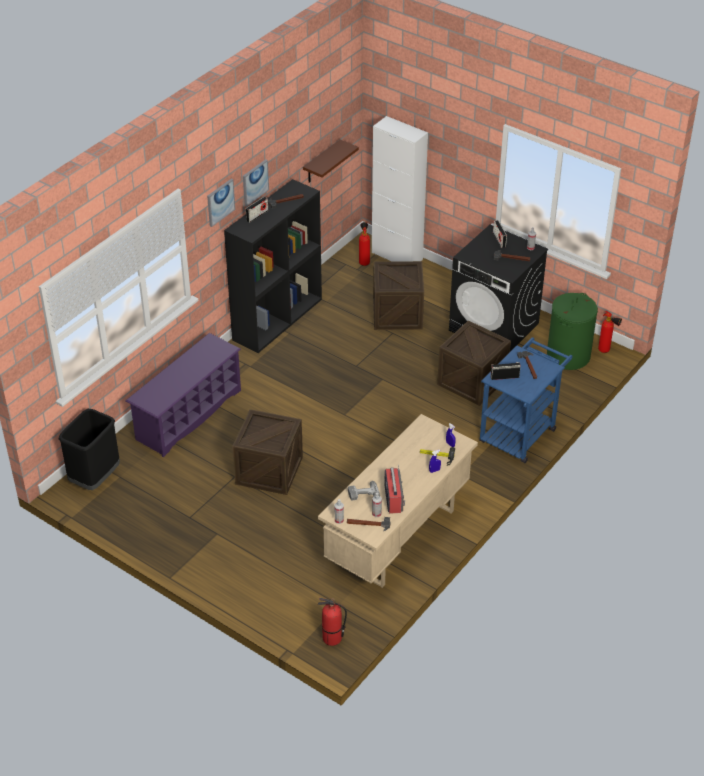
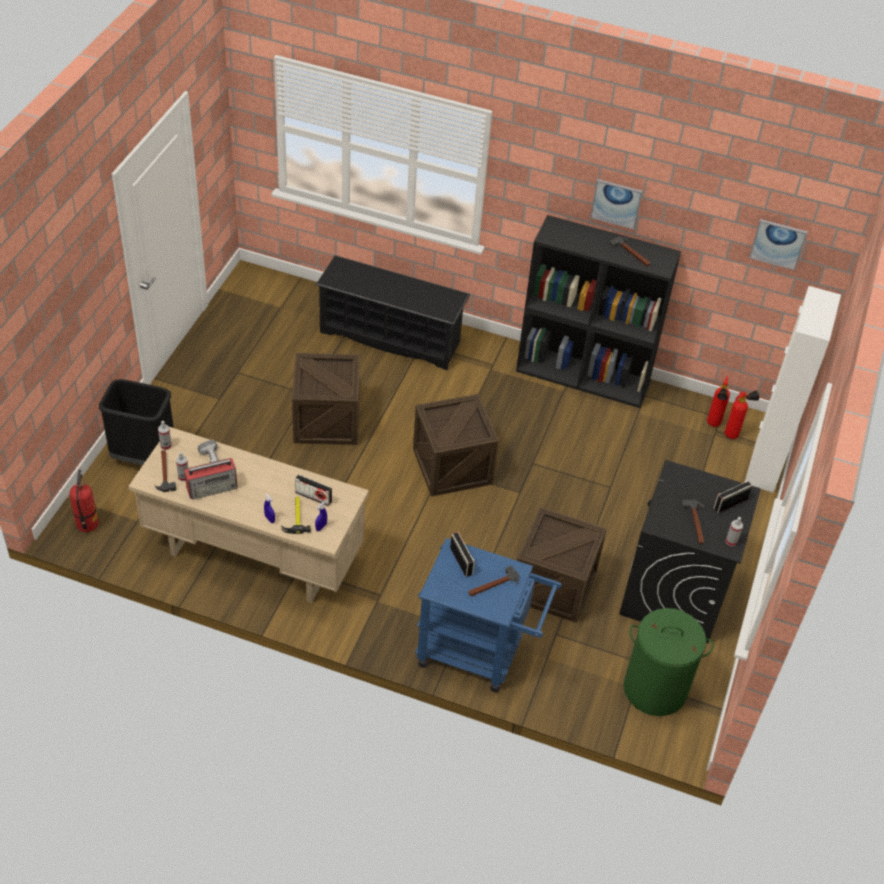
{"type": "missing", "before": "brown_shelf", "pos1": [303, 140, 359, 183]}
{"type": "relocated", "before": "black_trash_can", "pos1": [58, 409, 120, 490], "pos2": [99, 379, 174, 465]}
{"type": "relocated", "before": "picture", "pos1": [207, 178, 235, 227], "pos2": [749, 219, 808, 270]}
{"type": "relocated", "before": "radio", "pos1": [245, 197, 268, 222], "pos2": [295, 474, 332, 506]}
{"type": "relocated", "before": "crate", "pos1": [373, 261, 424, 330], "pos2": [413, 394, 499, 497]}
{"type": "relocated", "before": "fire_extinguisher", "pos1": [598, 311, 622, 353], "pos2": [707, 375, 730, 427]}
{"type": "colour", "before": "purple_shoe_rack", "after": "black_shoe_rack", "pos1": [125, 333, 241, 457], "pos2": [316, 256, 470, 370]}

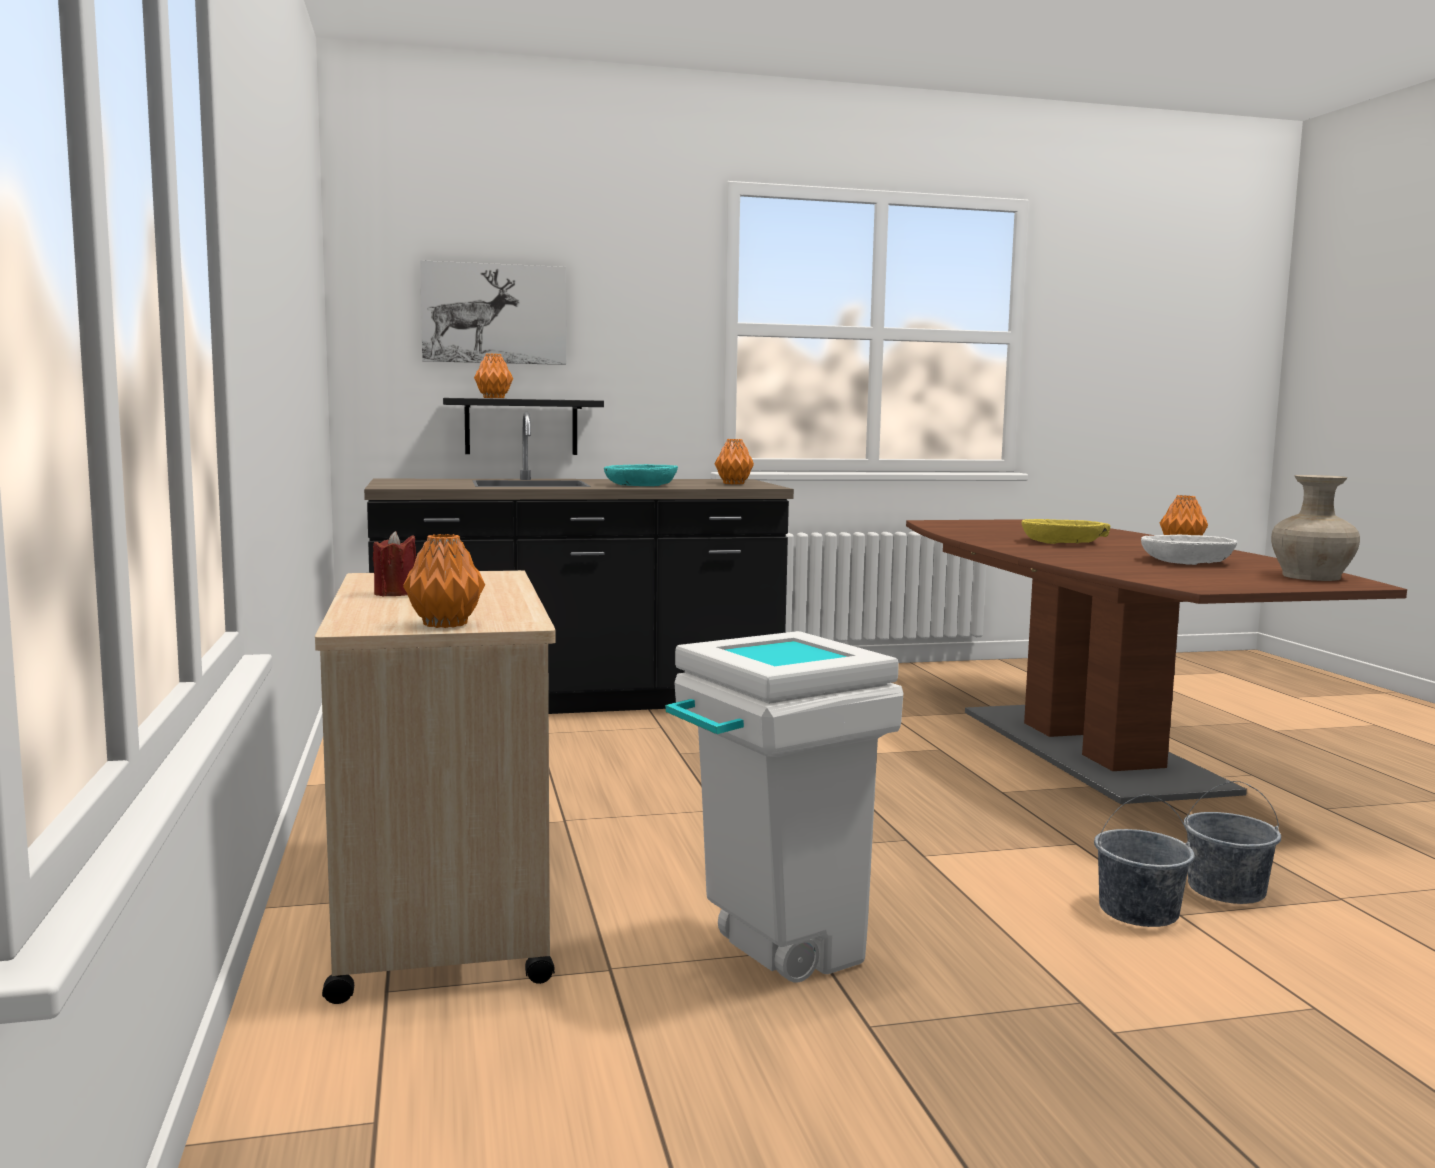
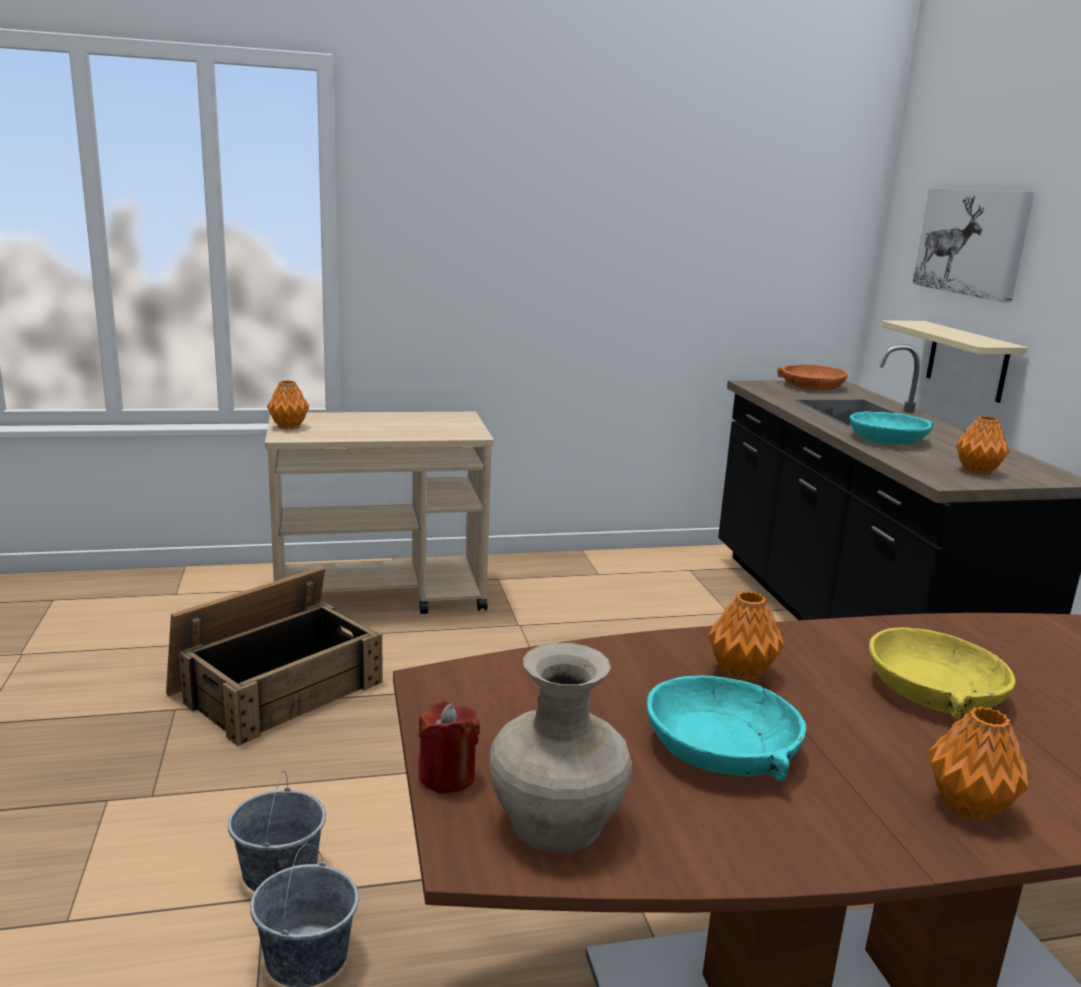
{"type": "appeared", "after": "orange_bowl", "pos2": [777, 364, 848, 390]}
{"type": "relocated", "before": "red_candle", "pos1": [373, 531, 416, 596], "pos2": [418, 701, 480, 794]}
{"type": "relocated", "before": "orange_vase", "pos1": [474, 353, 513, 398], "pos2": [708, 591, 784, 682]}
{"type": "exchanged", "before": "white_trash_can", "after": "crate", "pos1": [665, 631, 903, 983], "pos2": [166, 566, 383, 746]}
{"type": "colour", "before": "black_shelf", "after": "beige_shelf", "pos1": [443, 398, 604, 455], "pos2": [881, 320, 1028, 403]}
{"type": "colour", "before": "white_bowl", "after": "turquoise_bowl", "pos1": [1141, 535, 1237, 565], "pos2": [647, 675, 806, 781]}

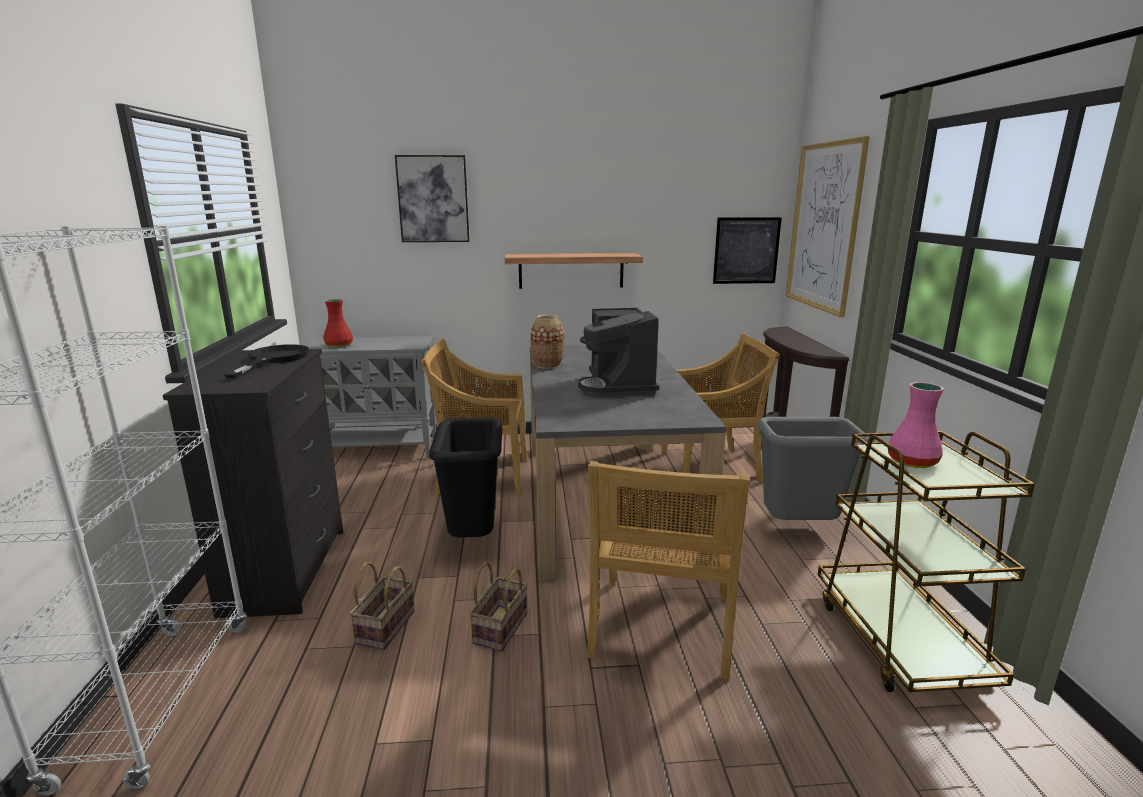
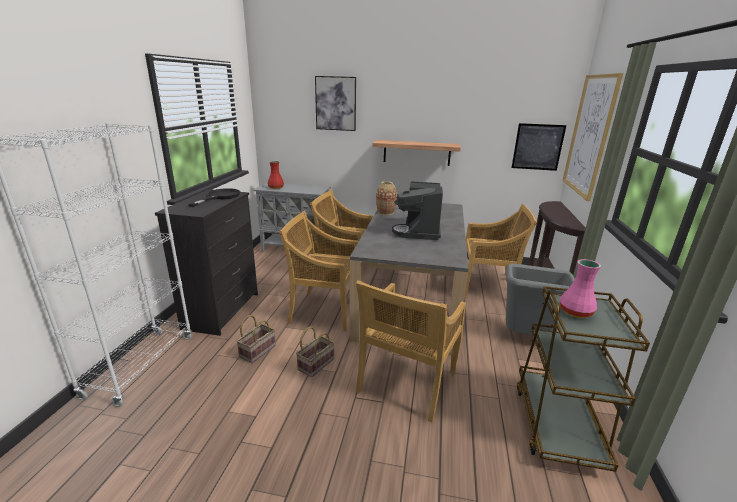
{"type": "exchanged", "before": "black_trash_can", "after": "beige_chair", "pos1": [429, 418, 502, 538], "pos2": [279, 210, 358, 331]}

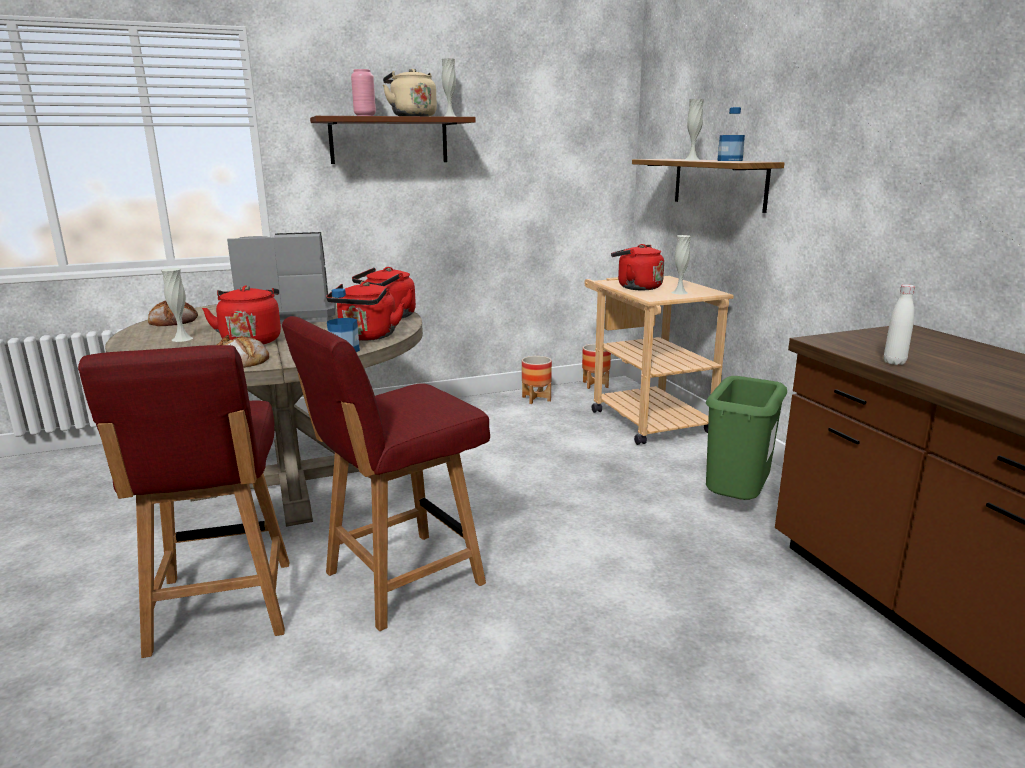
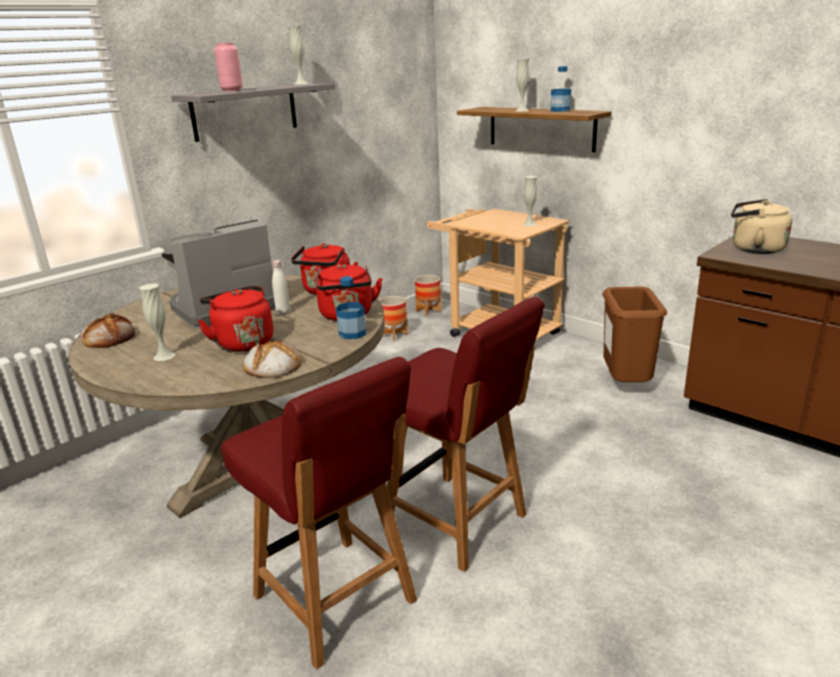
{"type": "missing", "before": "red_kettle", "pos1": [611, 244, 664, 290]}
{"type": "relocated", "before": "beige_kettle", "pos1": [383, 69, 437, 116], "pos2": [731, 199, 792, 254]}
{"type": "relocated", "before": "white_bottle", "pos1": [884, 284, 915, 365], "pos2": [272, 260, 290, 315]}
{"type": "colour", "before": "brown_shelf", "after": "grey_shelf", "pos1": [310, 116, 476, 164], "pos2": [171, 83, 335, 142]}
{"type": "colour", "before": "green_trash_can", "after": "brown_trash_can", "pos1": [706, 376, 787, 500], "pos2": [602, 287, 667, 382]}
{"type": "spun", "before": "red_chair", "pos1": [282, 316, 490, 631], "pos2": [387, 297, 545, 572], "turn": -75}

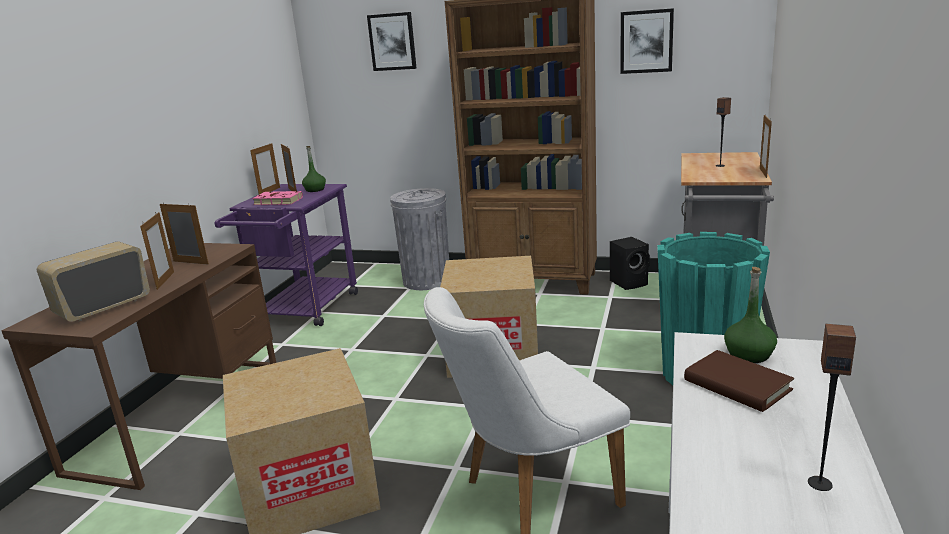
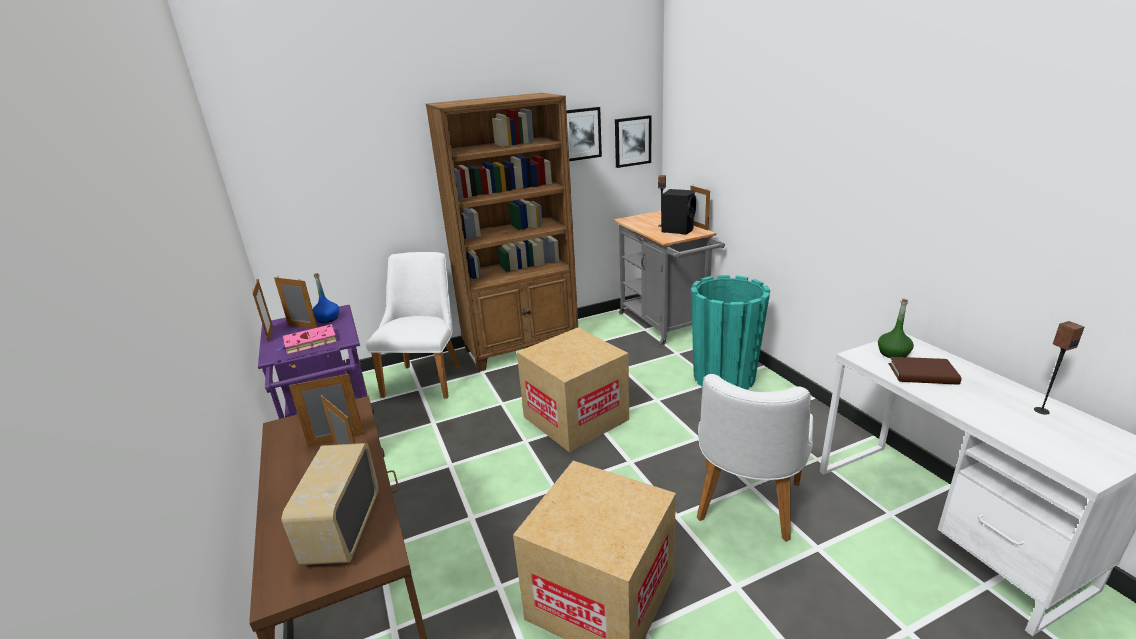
{"type": "relocated", "before": "picture", "pos1": [367, 12, 417, 71], "pos2": [615, 115, 652, 168]}
{"type": "relocated", "before": "black_speaker", "pos1": [610, 237, 650, 290], "pos2": [661, 189, 696, 235]}
{"type": "exchanged", "before": "grey_trash_can", "after": "white_chair", "pos1": [390, 188, 449, 290], "pos2": [366, 252, 461, 398]}
{"type": "colour", "before": "green_bottle", "after": "blue_bottle", "pos1": [302, 146, 326, 192], "pos2": [313, 273, 339, 323]}

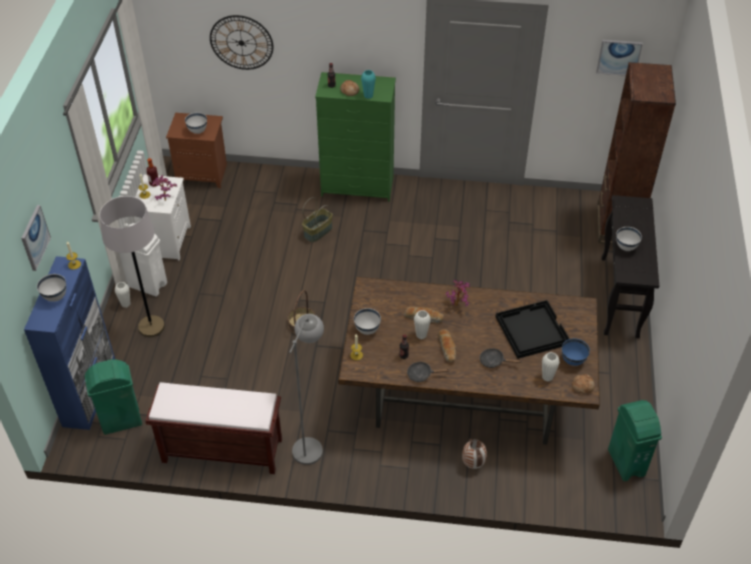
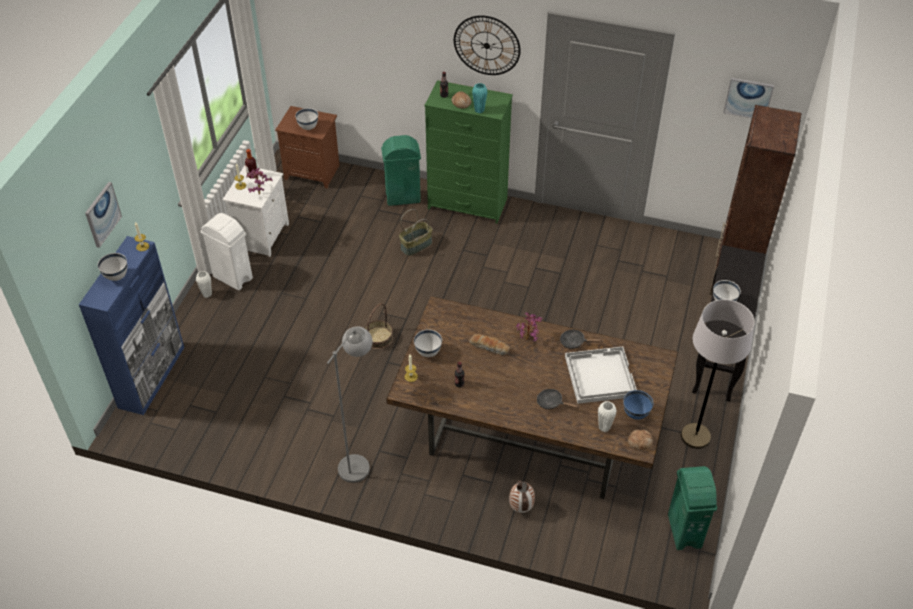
{"type": "missing", "before": "brown_bench", "pos1": [145, 382, 282, 474]}
{"type": "missing", "before": "white_vase", "pos1": [414, 310, 431, 339]}
{"type": "missing", "before": "bread", "pos1": [439, 329, 456, 362]}
{"type": "relocated", "before": "green_trash_can", "pos1": [85, 359, 142, 435], "pos2": [381, 135, 421, 206]}
{"type": "relocated", "before": "grey_floor_lamp", "pos1": [99, 196, 165, 337], "pos2": [681, 299, 755, 449]}
{"type": "relocated", "before": "wall_clock", "pos1": [210, 15, 273, 70], "pos2": [454, 15, 521, 75]}
{"type": "relocated", "before": "black_frying_pan", "pos1": [407, 361, 449, 382], "pos2": [560, 329, 603, 349]}
{"type": "colour", "before": "black_tray", "after": "white_tray", "pos1": [495, 300, 569, 359], "pos2": [565, 347, 637, 404]}

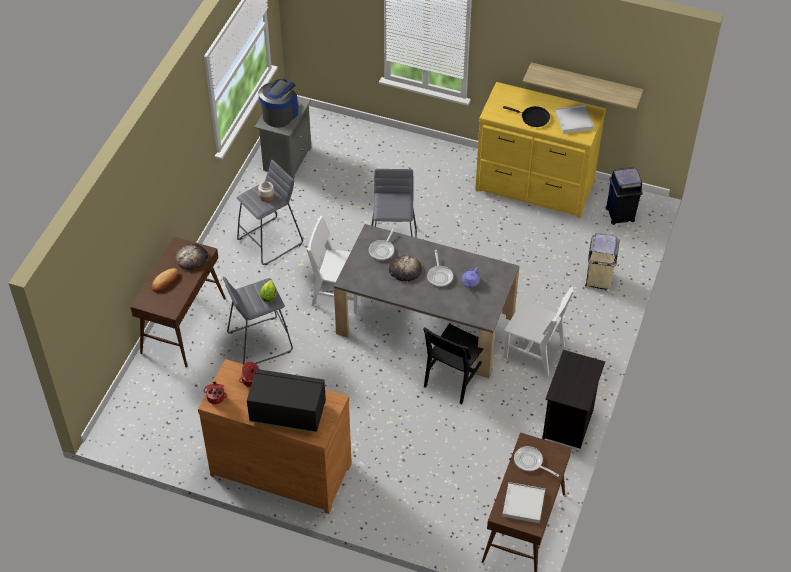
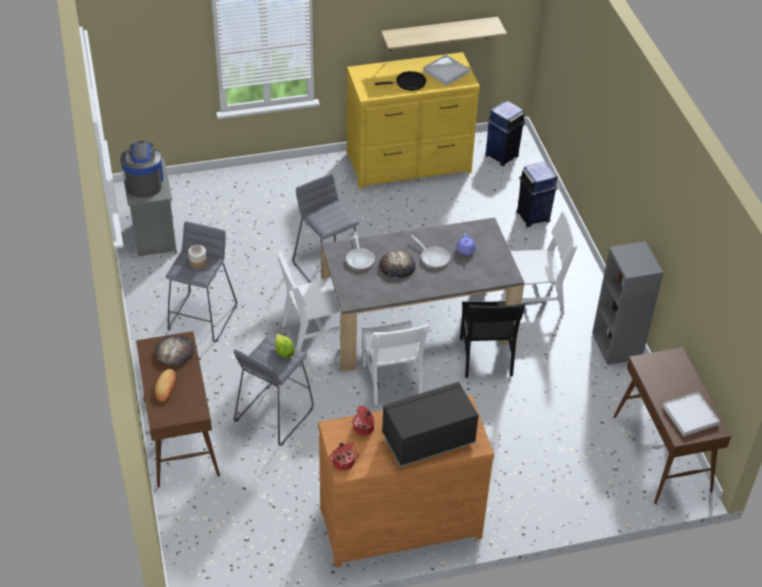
{"type": "missing", "before": "frying_pan", "pos1": [514, 446, 559, 477]}
{"type": "appeared", "after": "white_chair", "pos2": [362, 320, 429, 405]}
{"type": "exchanged", "before": "black_nightstand", "after": "grey_bookcase", "pos1": [542, 350, 605, 449], "pos2": [592, 241, 663, 365]}
{"type": "colour", "before": "beige_trash_can", "after": "blue_trash_can", "pos1": [585, 233, 620, 292], "pos2": [516, 162, 558, 227]}

